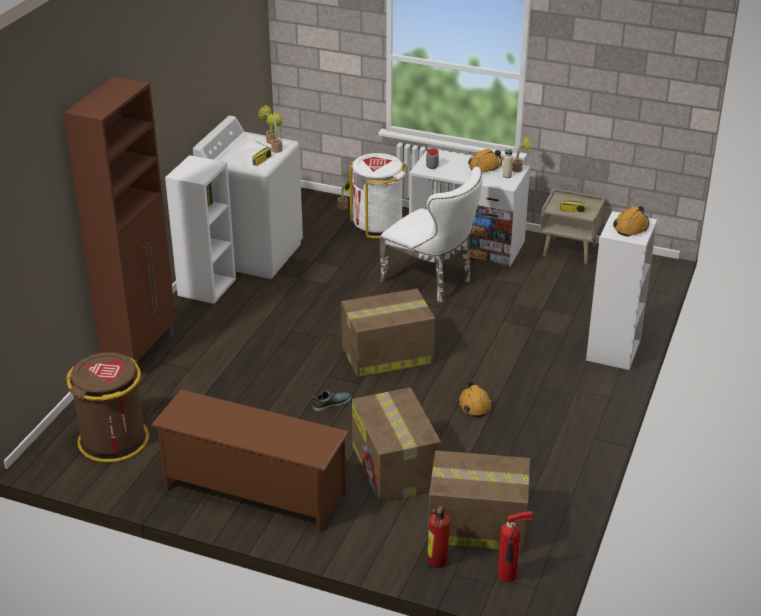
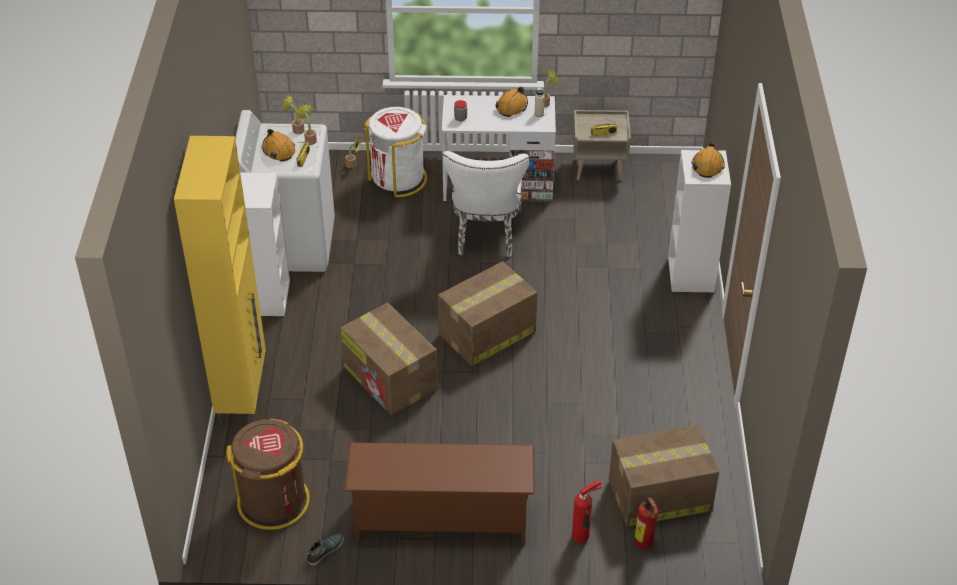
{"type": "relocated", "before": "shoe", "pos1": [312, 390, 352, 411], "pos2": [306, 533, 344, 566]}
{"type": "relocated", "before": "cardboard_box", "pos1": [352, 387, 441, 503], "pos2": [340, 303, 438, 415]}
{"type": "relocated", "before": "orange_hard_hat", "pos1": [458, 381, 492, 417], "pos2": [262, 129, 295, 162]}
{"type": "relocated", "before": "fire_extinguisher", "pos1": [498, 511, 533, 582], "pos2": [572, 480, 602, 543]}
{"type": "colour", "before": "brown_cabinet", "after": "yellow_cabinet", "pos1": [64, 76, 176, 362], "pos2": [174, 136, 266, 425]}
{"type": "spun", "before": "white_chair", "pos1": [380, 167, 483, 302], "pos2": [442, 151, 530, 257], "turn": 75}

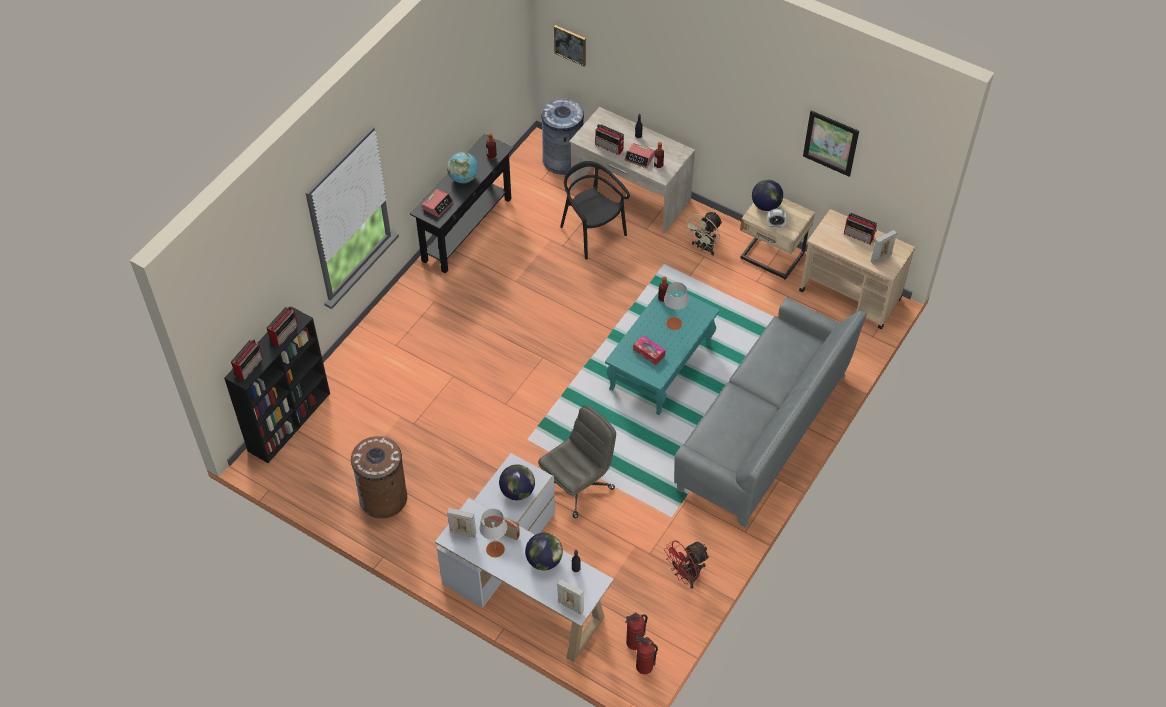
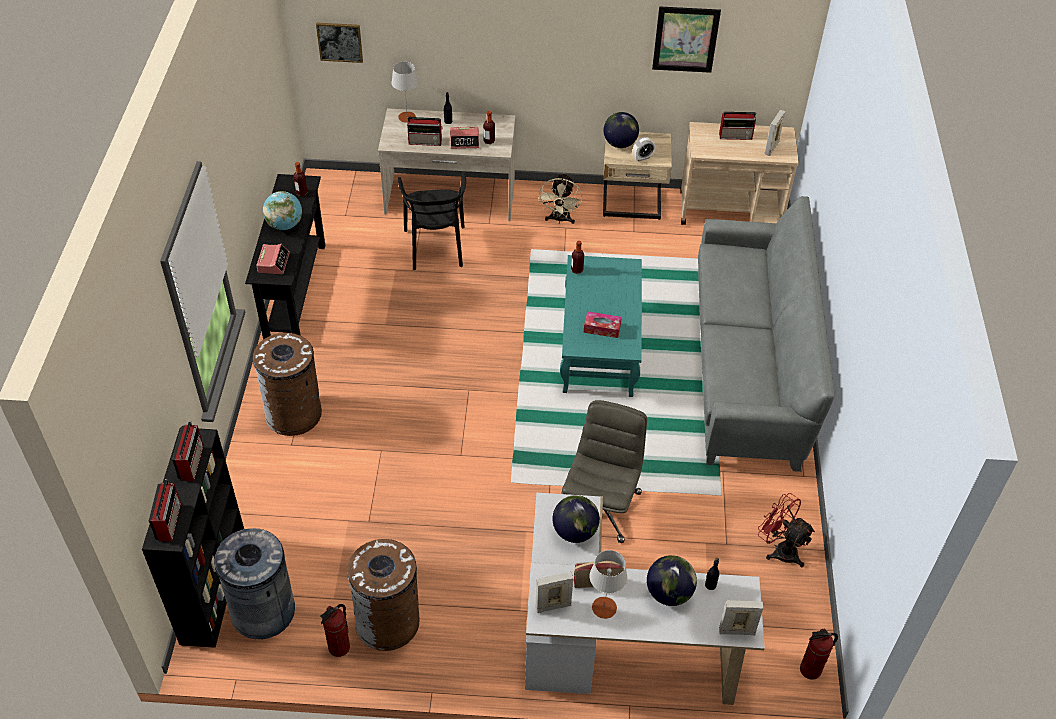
{"type": "appeared", "after": "brown_trash_can", "pos2": [253, 333, 322, 436]}
{"type": "relocated", "before": "grey_trash_can", "pos1": [541, 98, 584, 175], "pos2": [214, 528, 295, 639]}
{"type": "relocated", "before": "fire_extinguisher", "pos1": [625, 613, 648, 650], "pos2": [320, 604, 350, 657]}
{"type": "relocated", "before": "grey_table_lamp", "pos1": [664, 282, 689, 330], "pos2": [392, 62, 418, 123]}
{"type": "spun", "before": "black_chair", "pos1": [560, 161, 630, 260], "pos2": [398, 173, 466, 270], "turn": -120}
{"type": "spun", "before": "red_fan", "pos1": [664, 540, 710, 589], "pos2": [758, 493, 815, 567], "turn": 105}

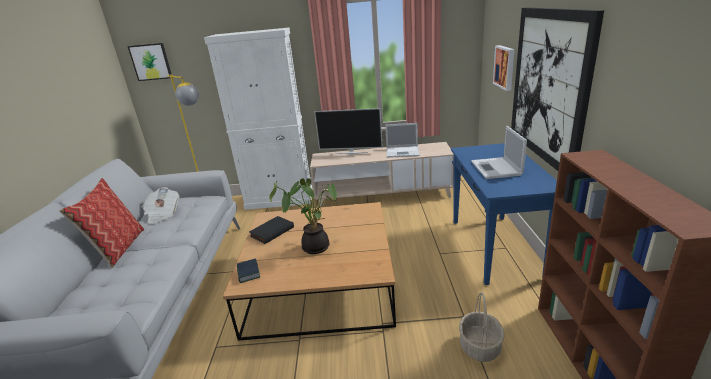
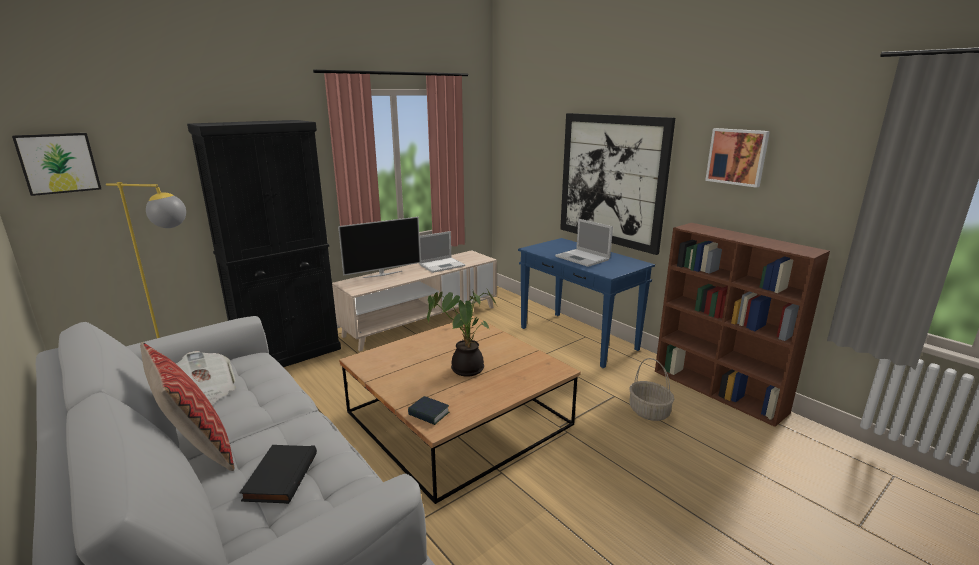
{"type": "relocated", "before": "black_book", "pos1": [249, 216, 294, 244], "pos2": [239, 445, 317, 504]}
{"type": "relocated", "before": "picture", "pos1": [493, 45, 515, 91], "pos2": [705, 128, 770, 188]}
{"type": "colour", "before": "white_cabinet", "after": "black_cabinet", "pos1": [204, 28, 313, 210], "pos2": [187, 120, 341, 367]}

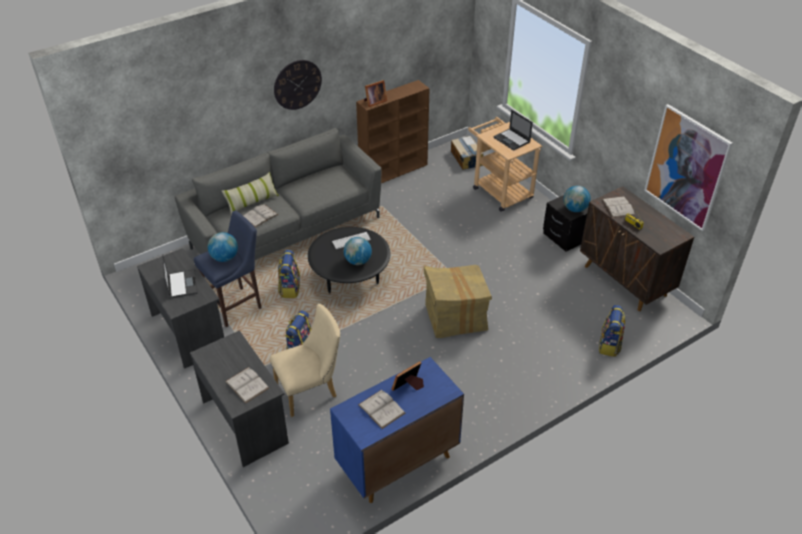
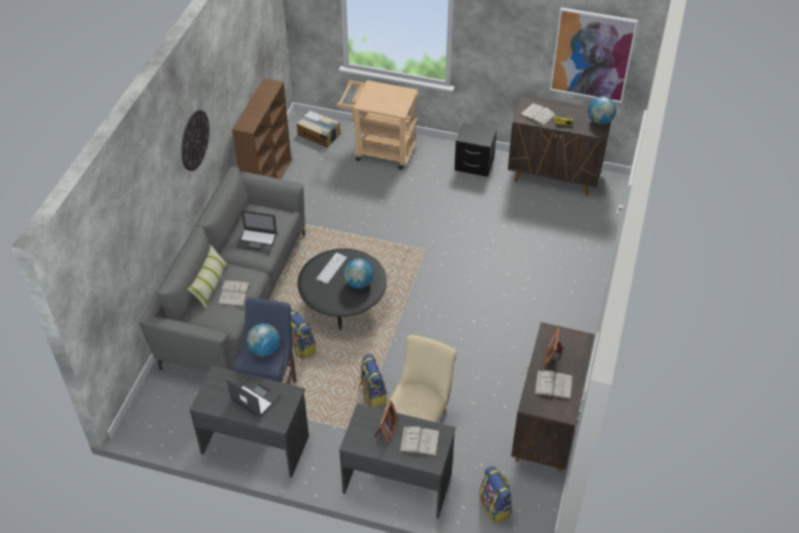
{"type": "missing", "before": "cardboard_box", "pos1": [424, 265, 492, 338]}
{"type": "relocated", "before": "picture_frame", "pos1": [364, 80, 387, 107], "pos2": [374, 400, 399, 443]}
{"type": "relocated", "before": "laptop", "pos1": [493, 110, 533, 151], "pos2": [236, 210, 277, 253]}
{"type": "relocated", "before": "globe", "pos1": [563, 186, 591, 212], "pos2": [588, 97, 616, 125]}
{"type": "relocated", "before": "backpack", "pos1": [599, 305, 625, 357], "pos2": [479, 466, 512, 524]}
{"type": "colour", "before": "blue_cabinet", "after": "brown_cabinet", "pos1": [330, 357, 464, 503], "pos2": [511, 322, 595, 472]}

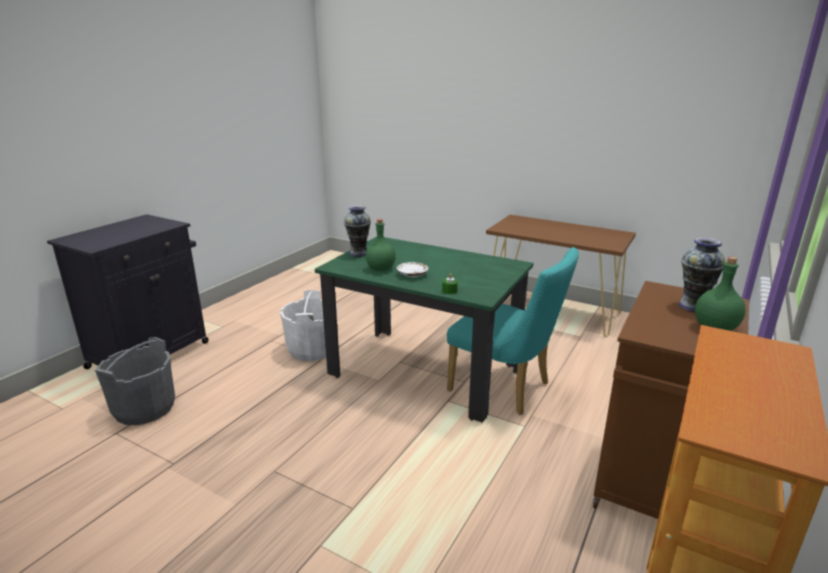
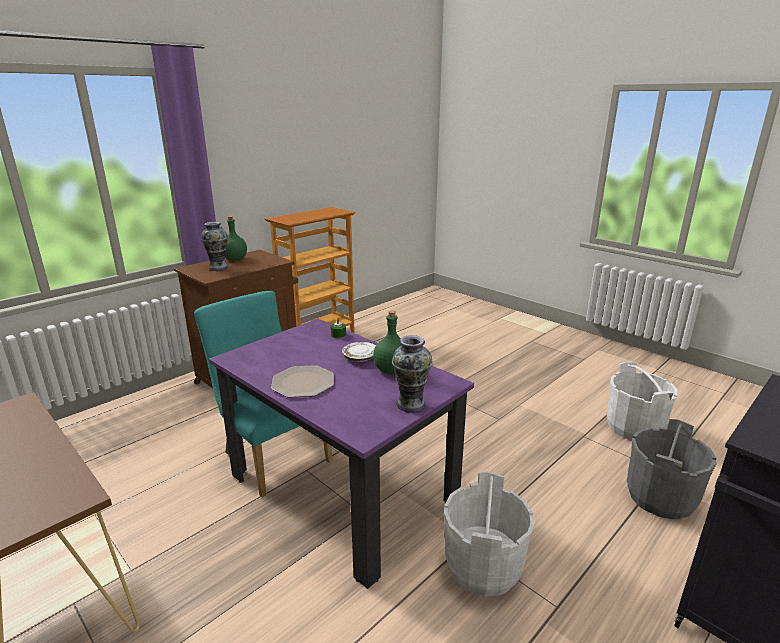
{"type": "appeared", "after": "plate", "pos2": [271, 365, 334, 398]}
{"type": "appeared", "after": "white_bucket", "pos2": [606, 362, 677, 440]}
{"type": "colour", "before": "green_dining_table", "after": "purple_dining_table", "pos1": [315, 237, 533, 423], "pos2": [209, 319, 474, 589]}

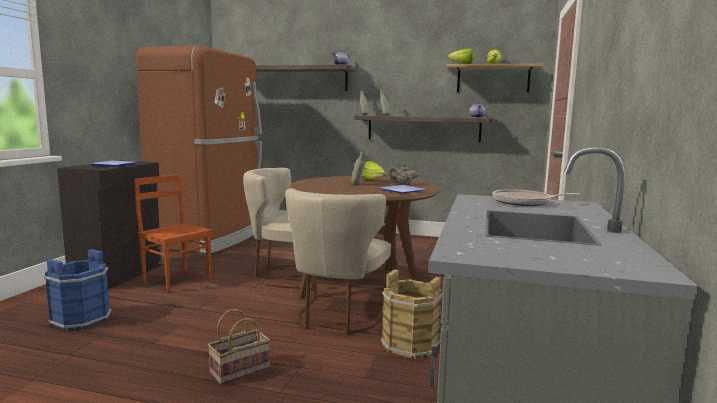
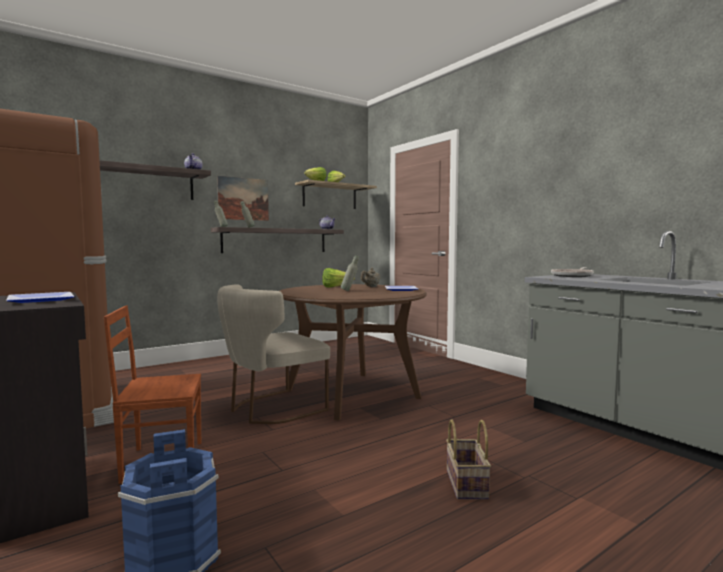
{"type": "missing", "before": "beige_chair", "pos1": [285, 188, 391, 335]}
{"type": "missing", "before": "brown_bucket", "pos1": [381, 269, 443, 359]}
{"type": "appeared", "after": "picture", "pos2": [217, 176, 269, 221]}

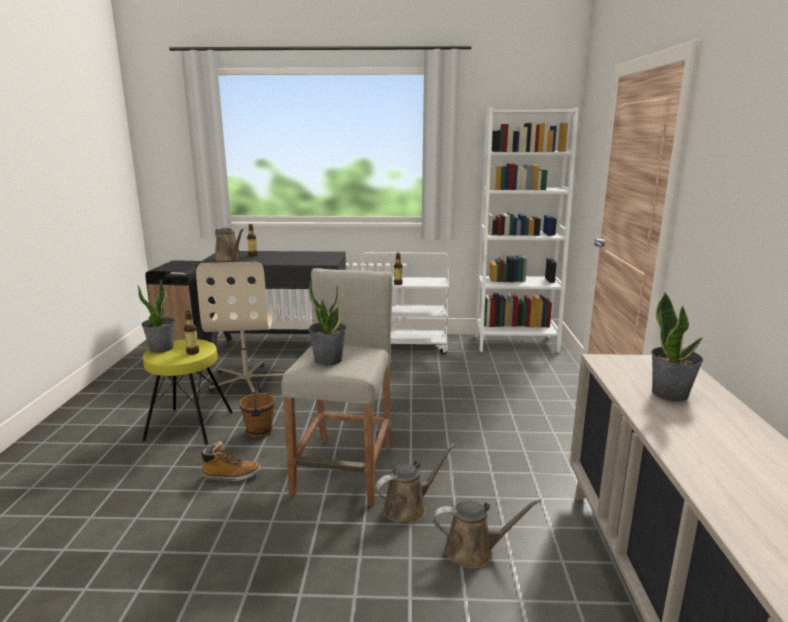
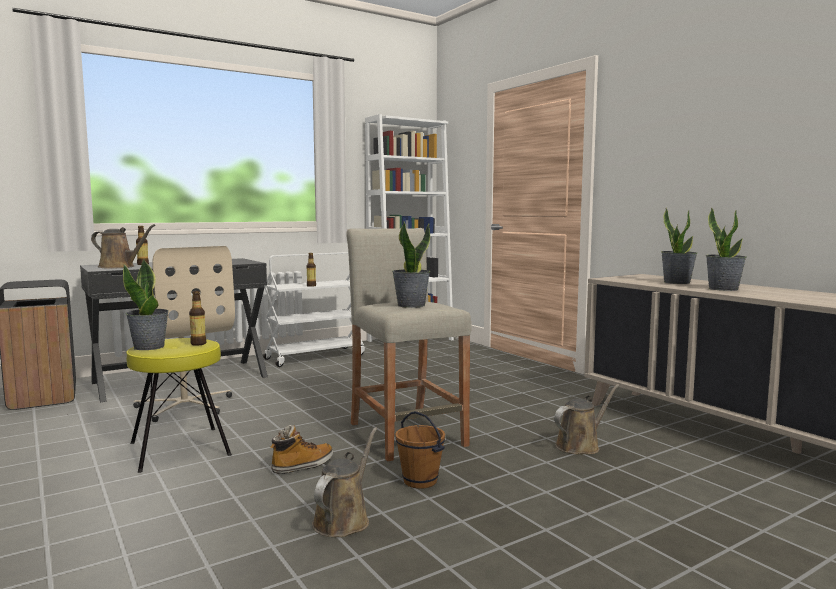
{"type": "appeared", "after": "potted_plant", "pos2": [706, 207, 747, 291]}
{"type": "relocated", "before": "brown_bucket", "pos1": [239, 385, 275, 438], "pos2": [395, 411, 445, 489]}
{"type": "relocated", "before": "brown_watering_can", "pos1": [375, 444, 455, 523], "pos2": [312, 427, 377, 537]}

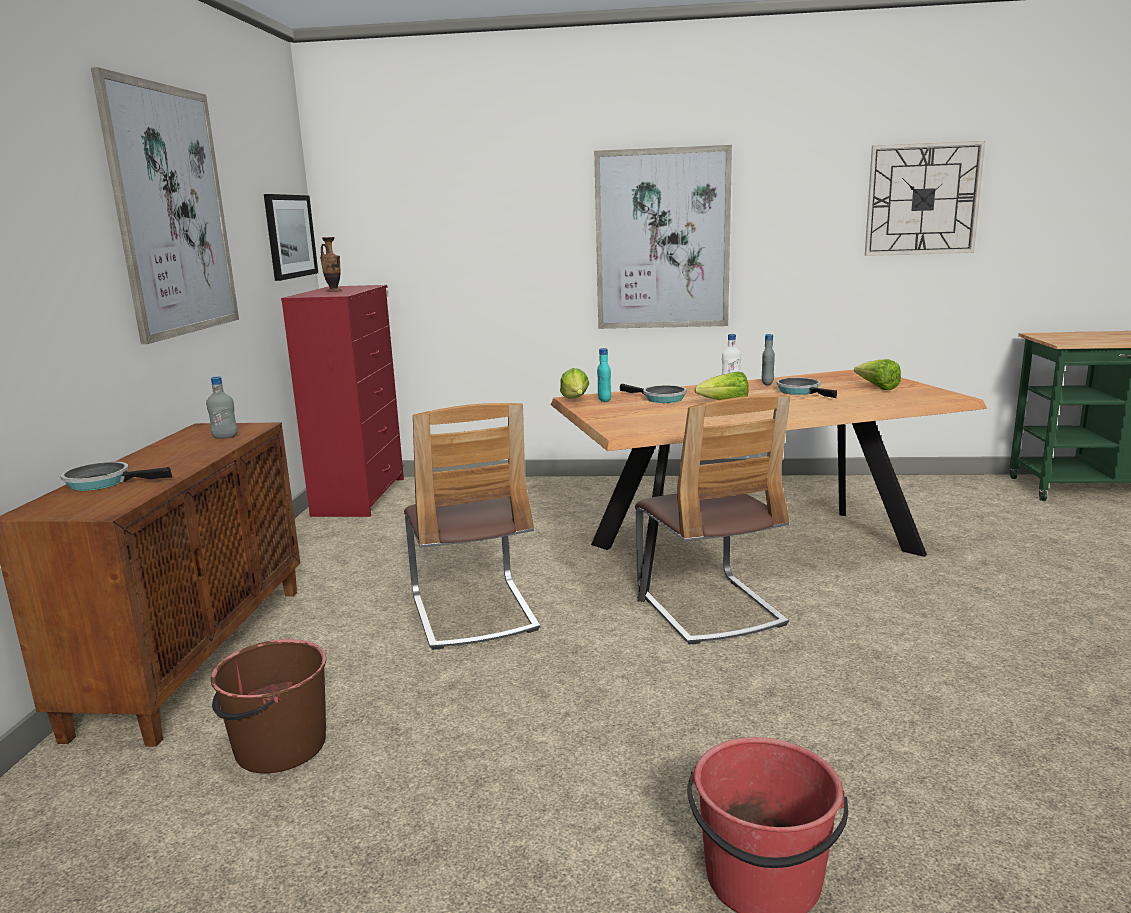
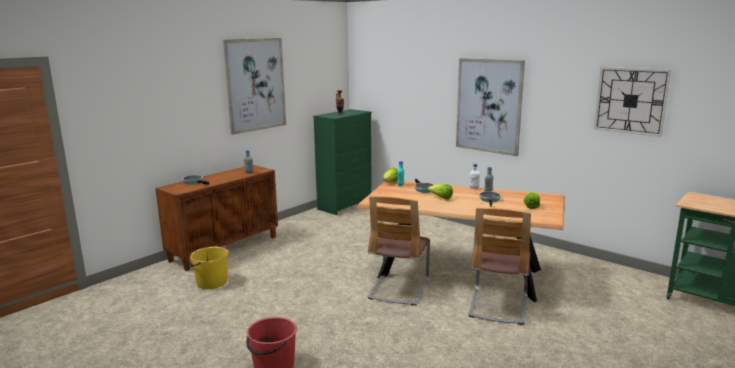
{"type": "missing", "before": "picture", "pos1": [264, 194, 318, 281]}
{"type": "relocated", "before": "chair", "pos1": [404, 403, 540, 650], "pos2": [468, 208, 531, 325]}
{"type": "colour", "before": "brown_bucket", "after": "yellow_bucket", "pos1": [211, 639, 326, 773], "pos2": [190, 247, 229, 289]}
{"type": "colour", "before": "red_dresser", "after": "green_dresser", "pos1": [281, 285, 404, 517], "pos2": [313, 109, 372, 215]}

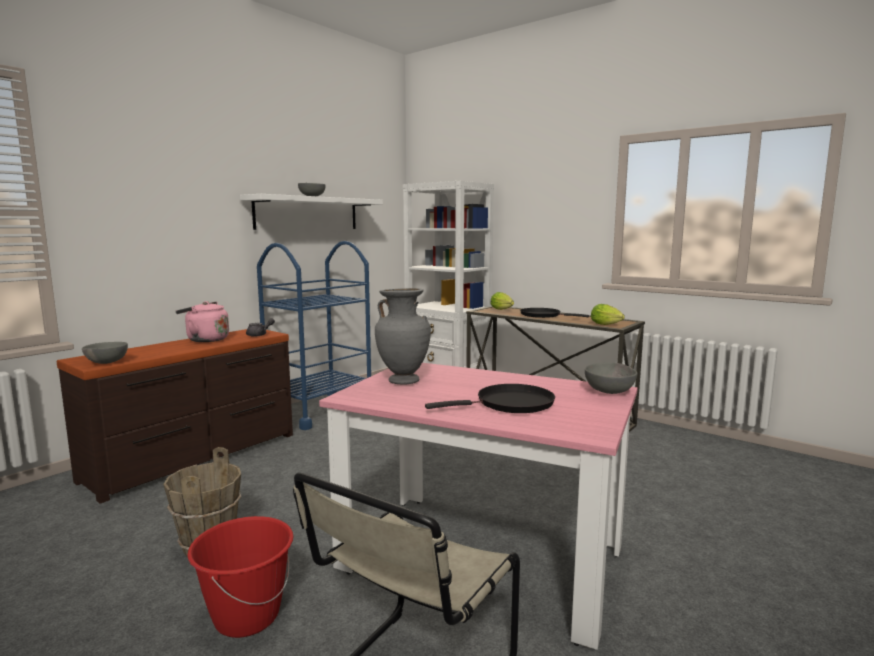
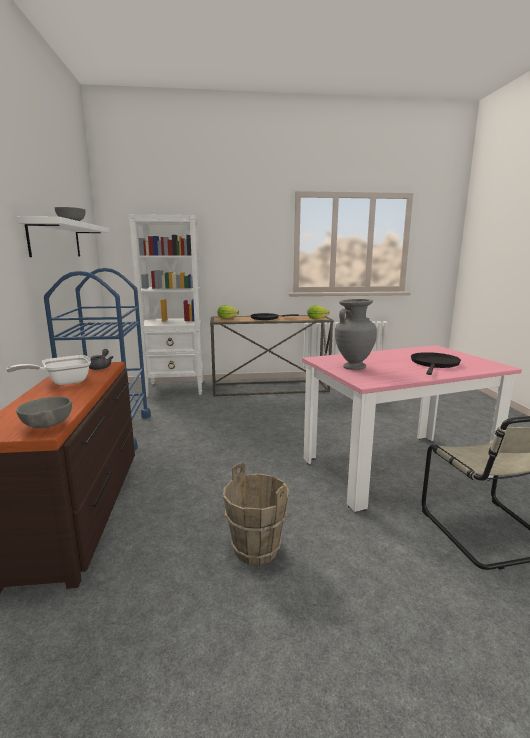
{"type": "missing", "before": "red_bucket", "pos1": [187, 516, 294, 638]}
{"type": "missing", "before": "grey_bowl", "pos1": [585, 362, 637, 394]}
{"type": "exchanged", "before": "pink_kettle", "after": "frying_pan", "pos1": [176, 301, 229, 342], "pos2": [6, 355, 91, 385]}

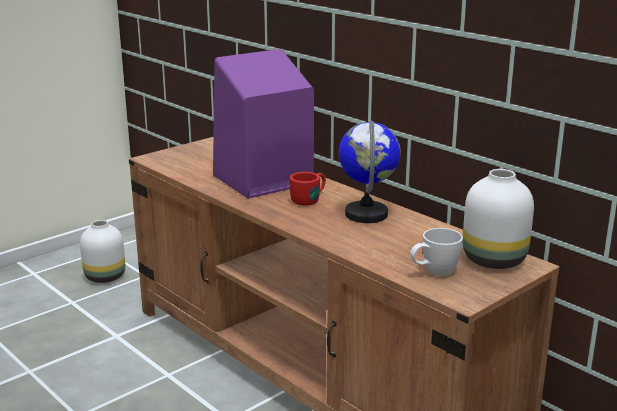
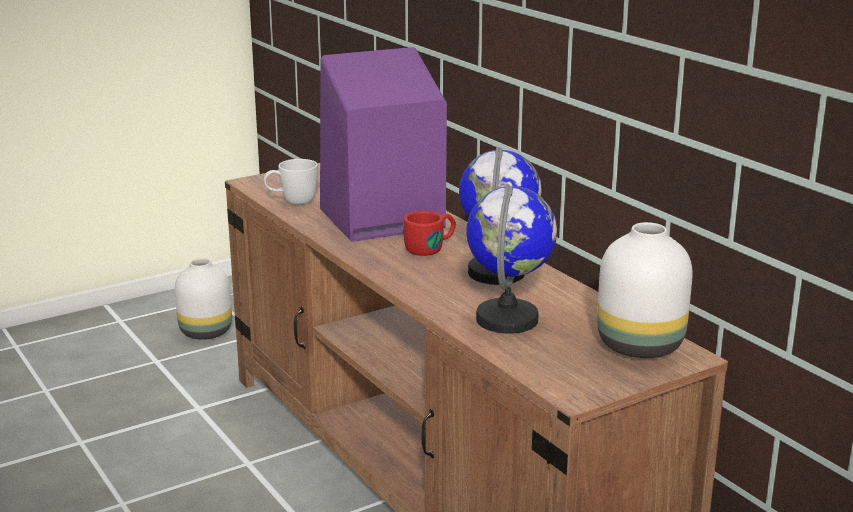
{"type": "appeared", "after": "globe", "pos2": [466, 184, 557, 334]}
{"type": "relocated", "before": "white_mug", "pos1": [410, 228, 463, 276], "pos2": [264, 159, 318, 205]}

